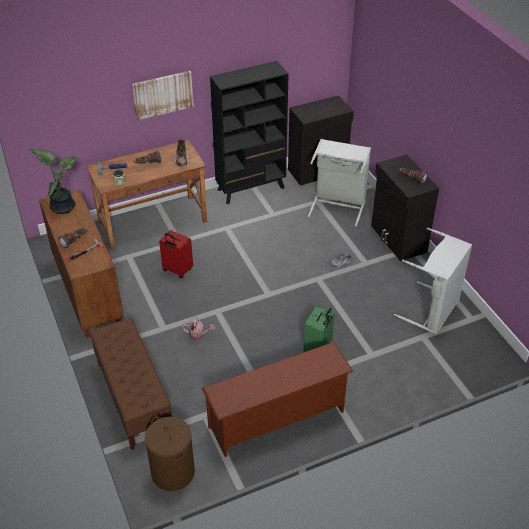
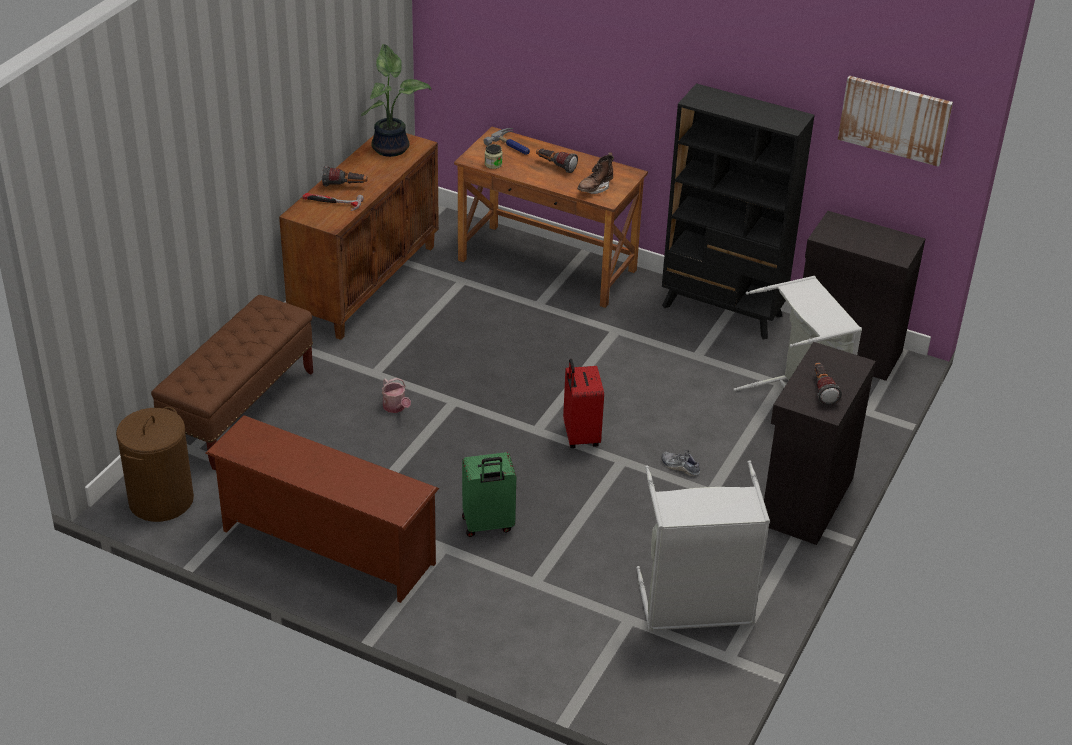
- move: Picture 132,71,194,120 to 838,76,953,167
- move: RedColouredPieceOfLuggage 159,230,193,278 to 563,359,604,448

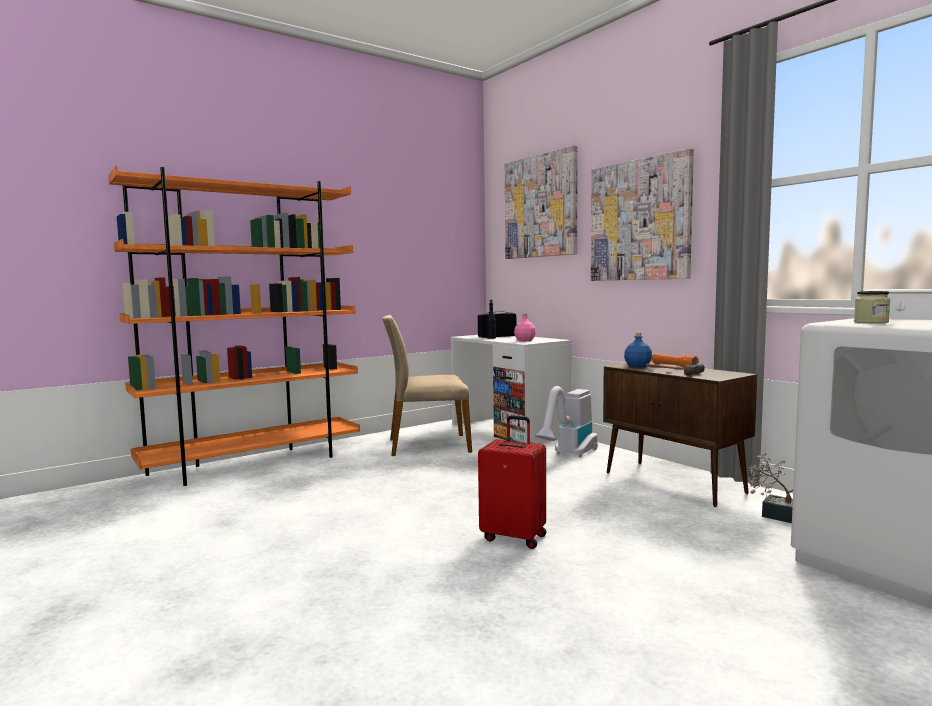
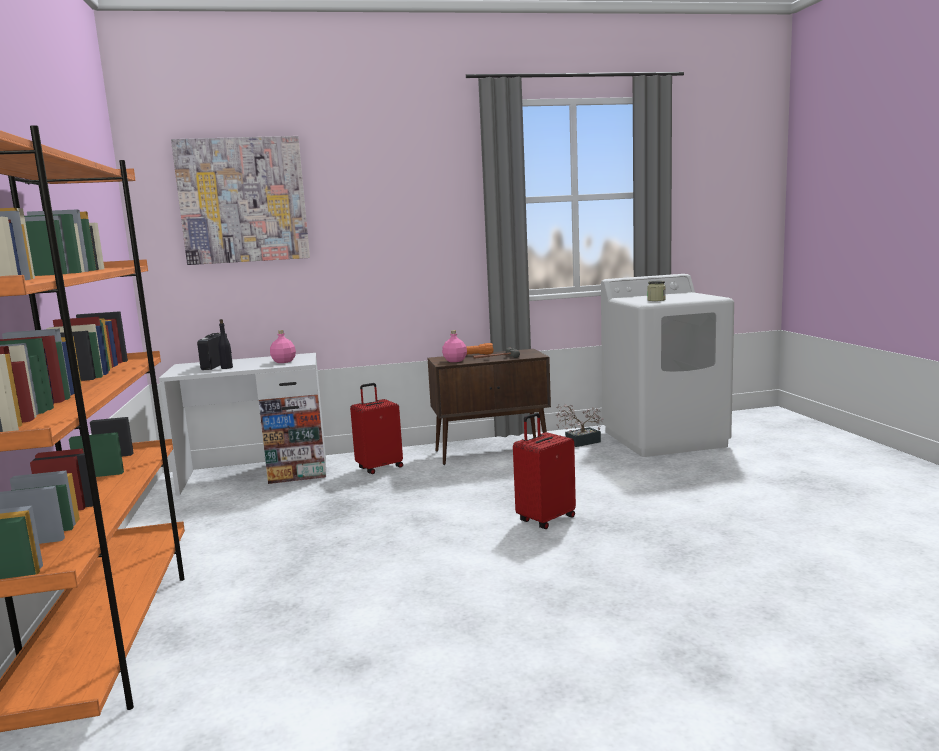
- delete: Picture 591,148,694,281
- delete: BeigeUprightChair 382,315,472,456
- recolor: BlueBeverageBottle 624,332,652,368 to PinkColouredBeverageBottle 442,330,467,362
- replace: Hoover 535,386,597,457 to RedColouredPieceOfLuggage 350,383,403,474

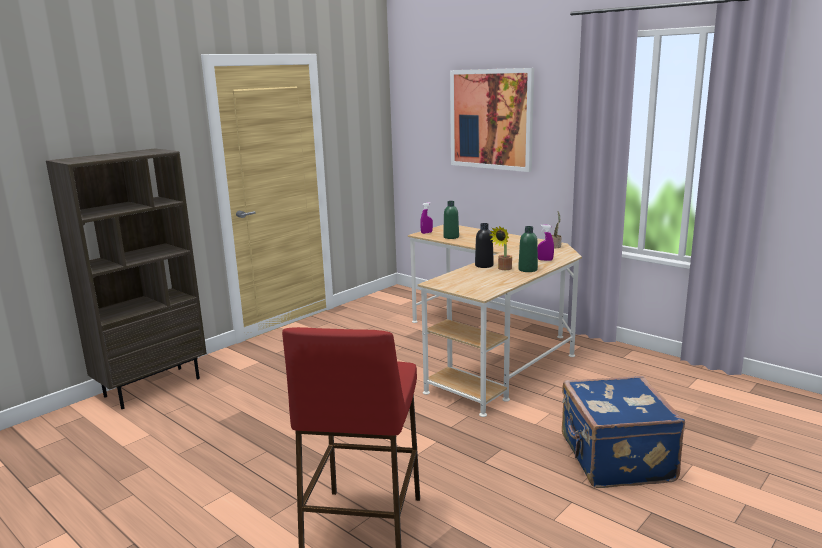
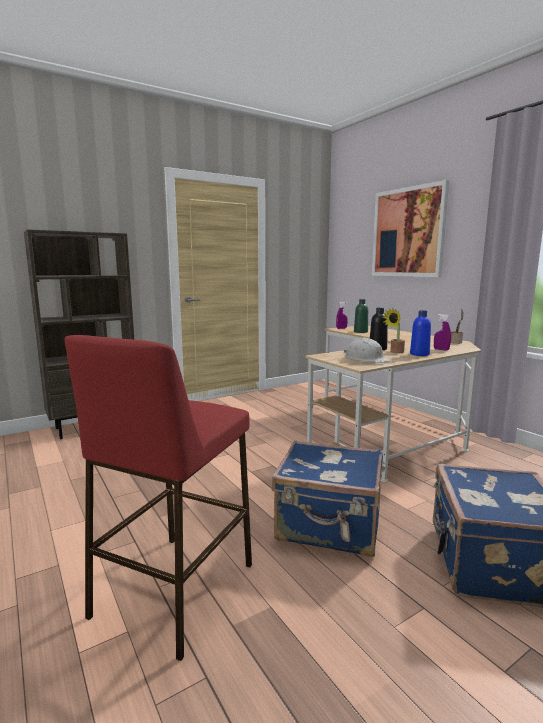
- recolor: GreenishBeverageBottle 518,226,538,272 to BlueBeverageBottle 410,310,431,356
- insert: WhiteHardHat 344,338,391,363
- insert: BluePieceOfLuggage 272,440,383,557

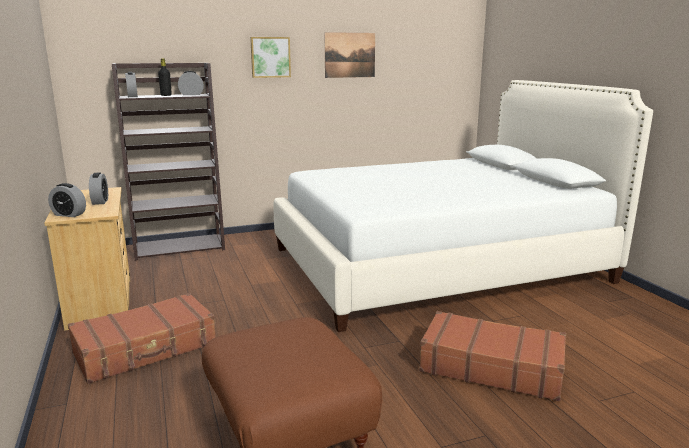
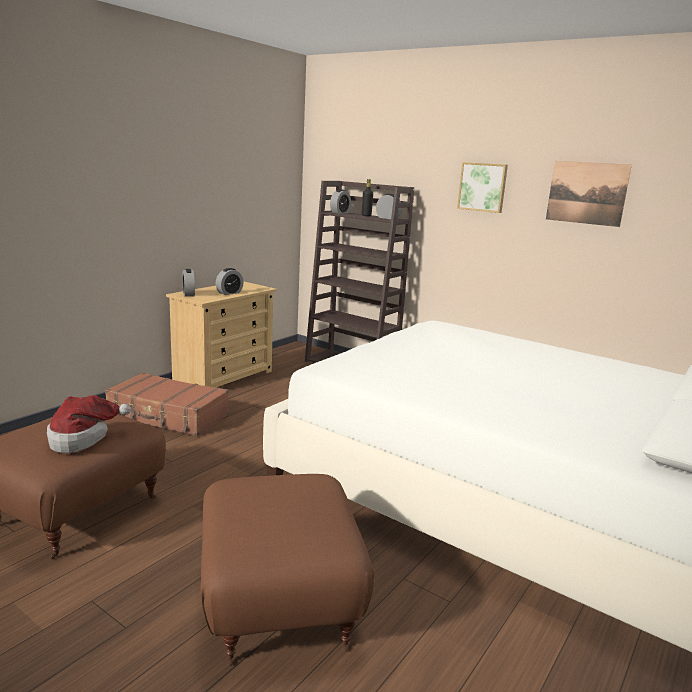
- replace: BrownPieceOfLuggage 419,311,566,401 to BrownFootrest 200,474,374,666
- insert: ClothingHat 47,395,131,453

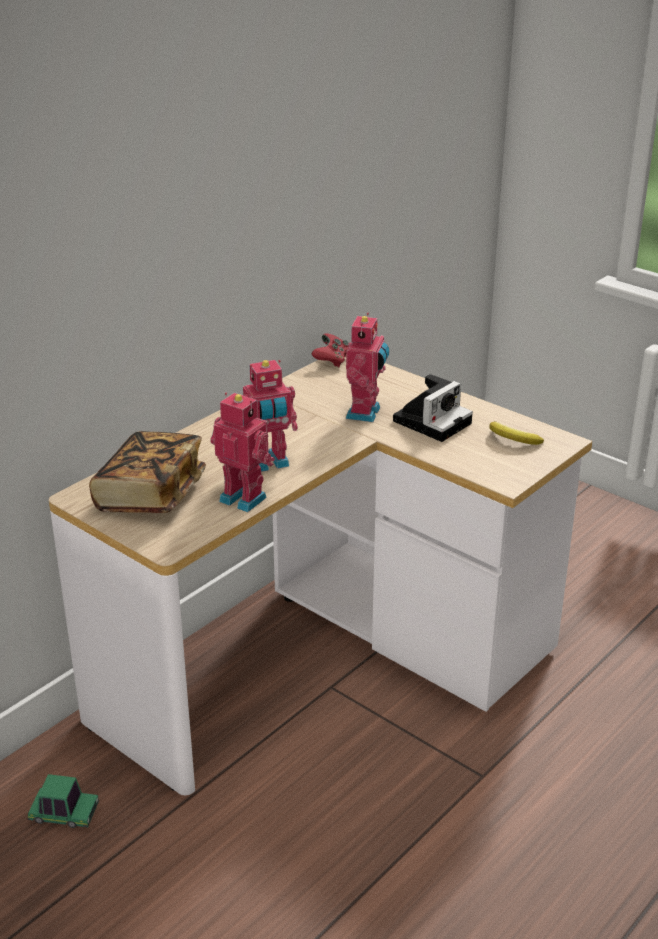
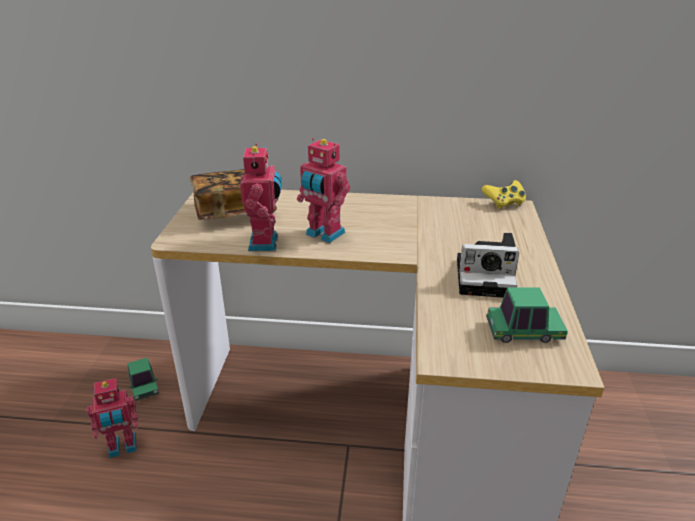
- move: ModelRobot 346,313,389,422 to 86,378,138,458
- recolor: RedColouredGamepad 312,333,349,367 to YellowishGamepad 482,180,526,210
- replace: Banana 490,421,544,445 to ToyCar 486,287,568,343

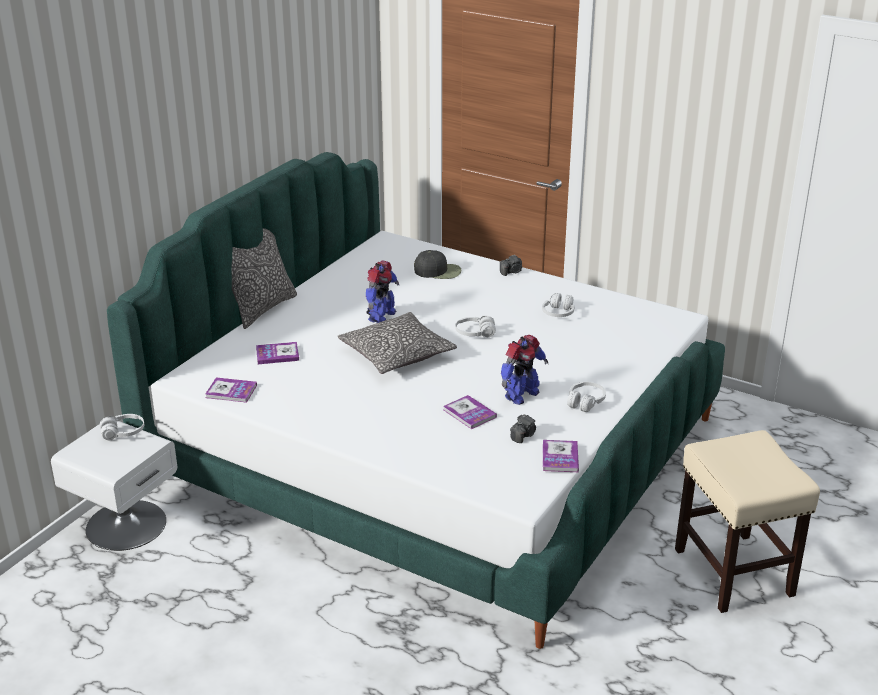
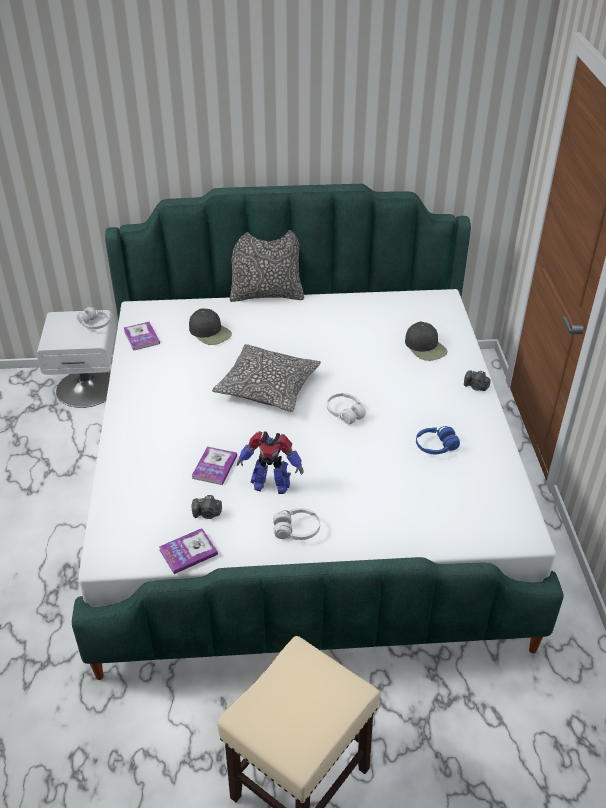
- delete: ModelRobot 366,260,399,323
- recolor: WhiteHeadphones 542,293,575,317 to BlueHeadphones 416,426,460,454
- replace: Volume 256,342,299,364 to BlackPeakedCap 189,308,232,345

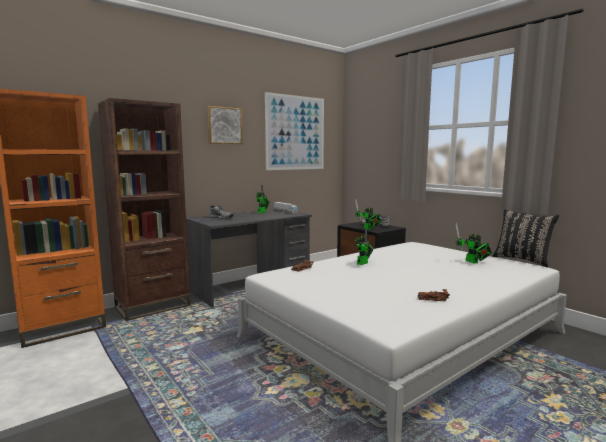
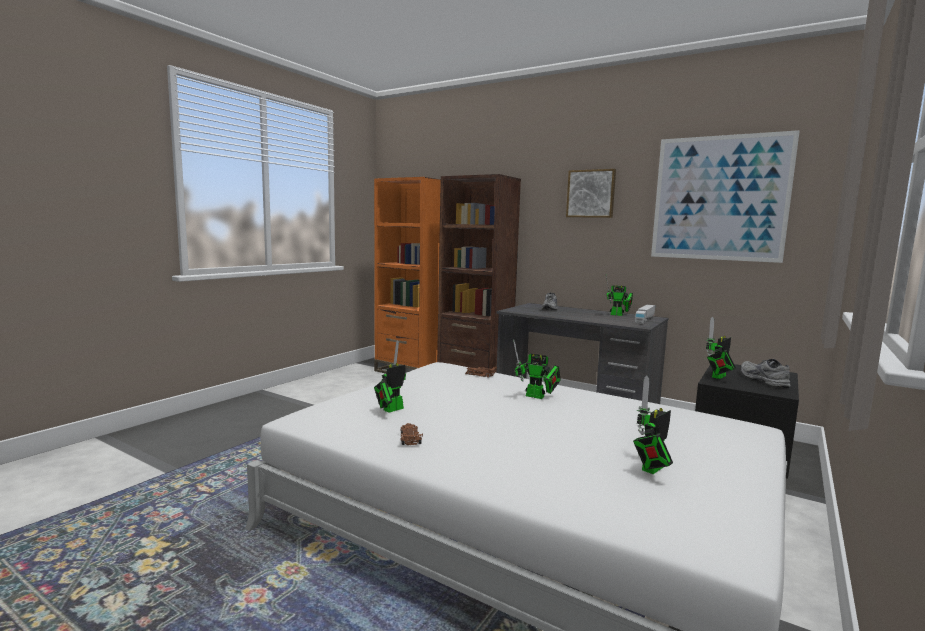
- delete: BlackPillow 493,209,559,267
- insert: ModelRobot 374,340,406,413

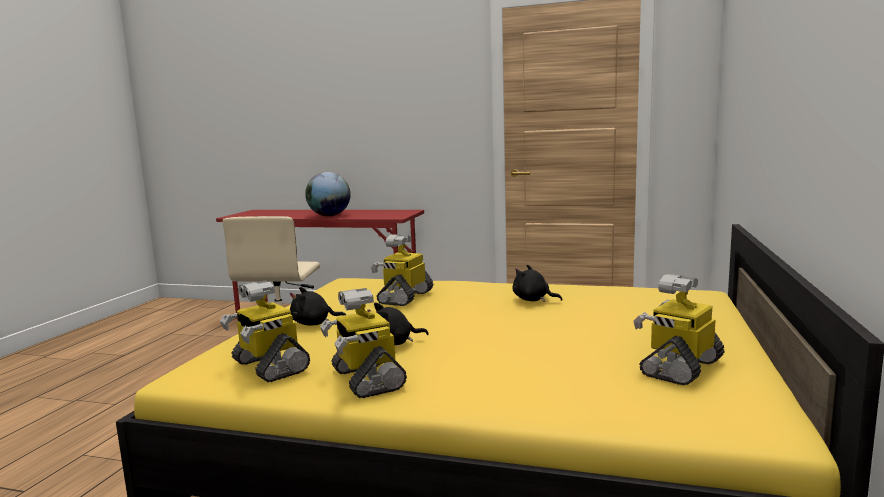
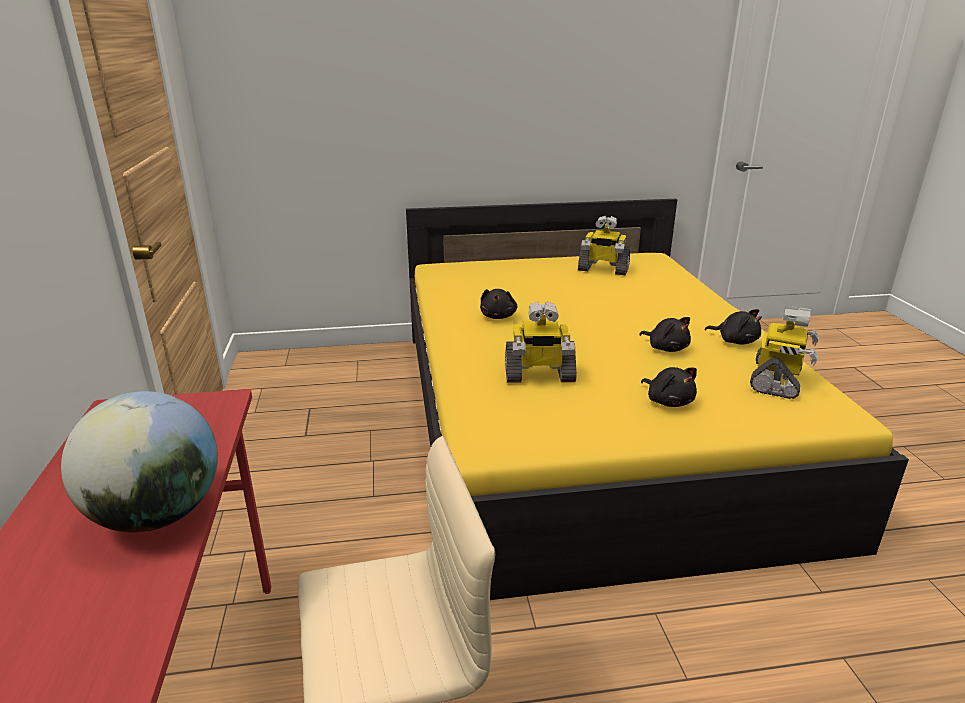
- replace: ModelRobot 320,288,407,398 to BlackSoftToy 705,309,762,344

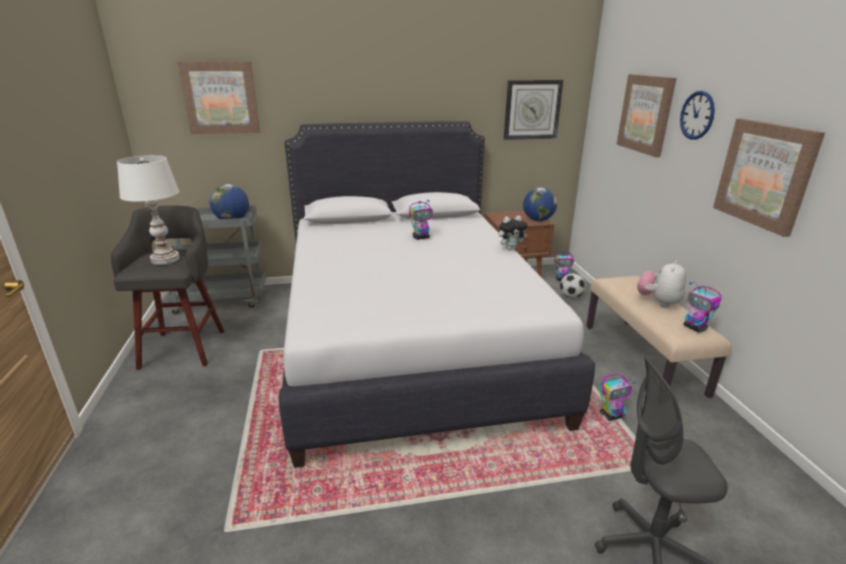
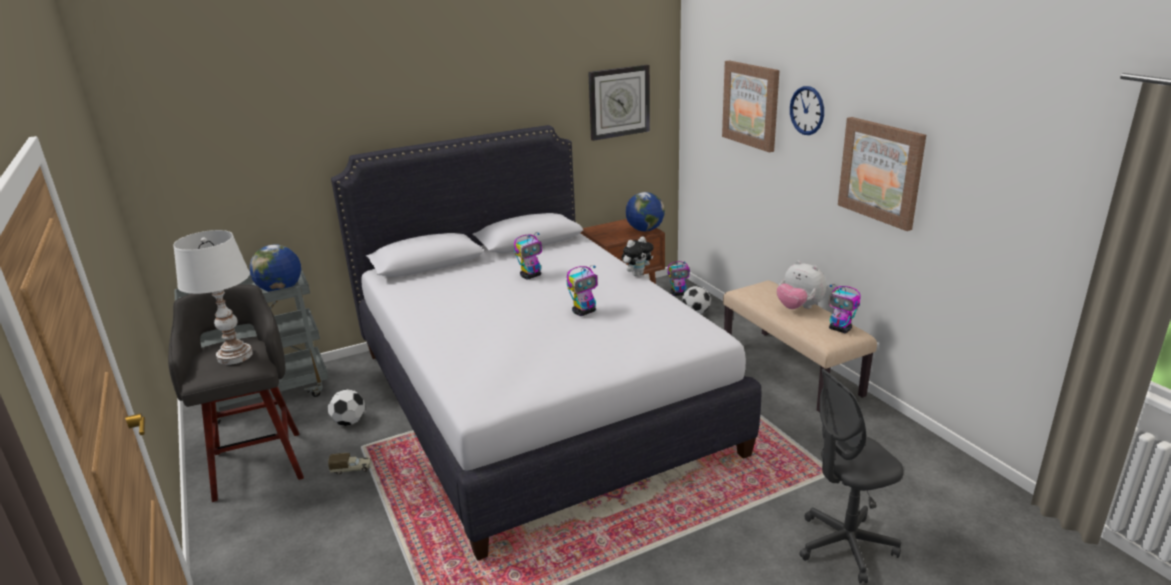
- delete: Picture 177,62,260,134
- rotate: SoftToy 637,261,686,308 = 777,261,826,309 60 degrees counterclockwise
- move: ModelRobot 599,374,635,421 to 567,265,597,316
- insert: BallForFootball 328,389,365,426
- insert: ToyTruck 328,453,372,475

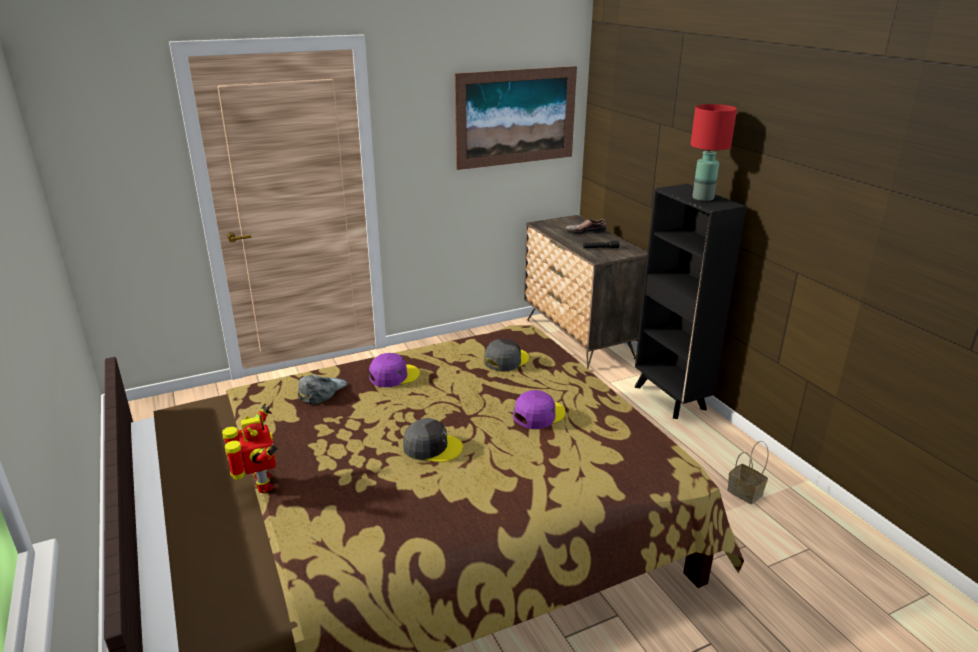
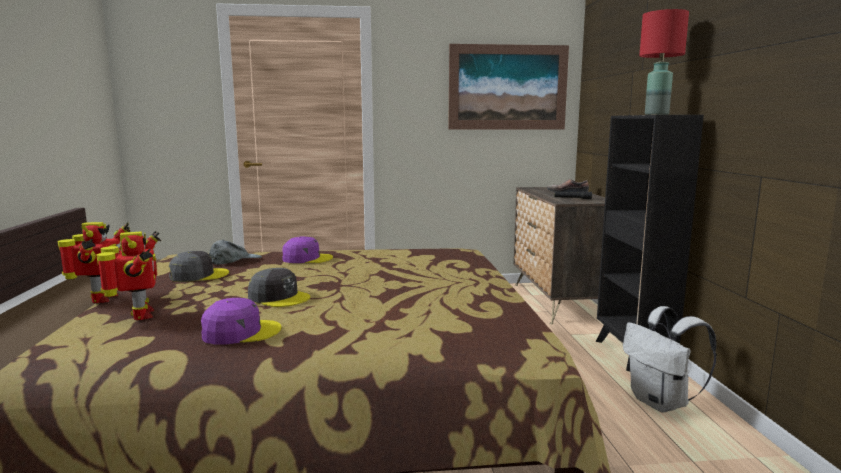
- move: GreyPeakedCap 484,339,529,372 to 169,251,229,282
- move: PurplishPeakedCap 513,390,566,429 to 201,298,282,344
- delete: StorageBasket 727,441,769,504
- insert: ModelRobot 97,231,161,320
- insert: WhiteBackpack 623,306,717,412

